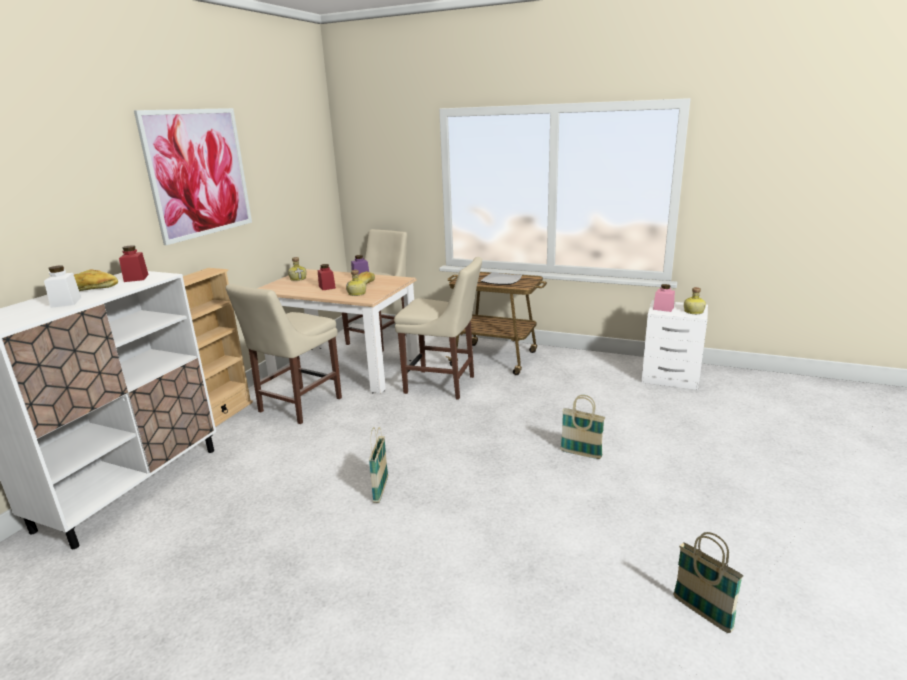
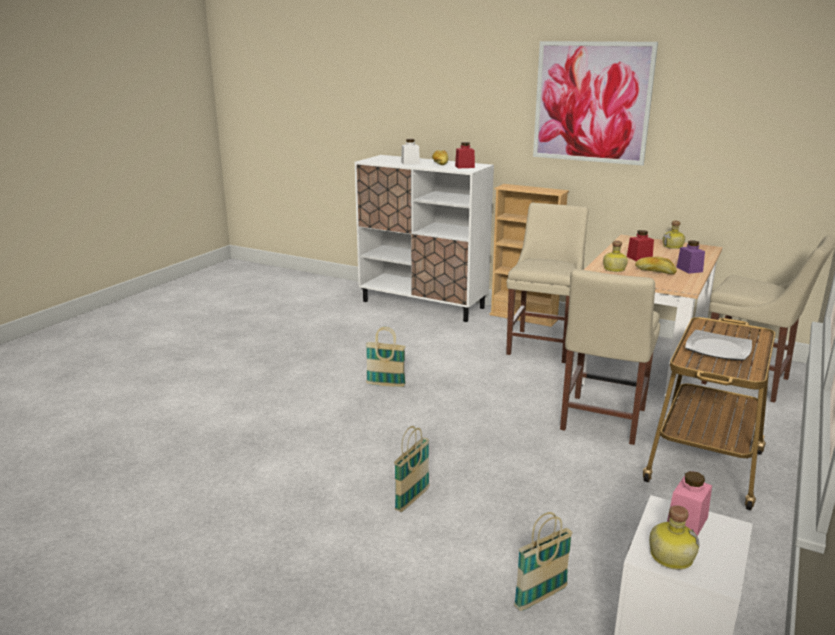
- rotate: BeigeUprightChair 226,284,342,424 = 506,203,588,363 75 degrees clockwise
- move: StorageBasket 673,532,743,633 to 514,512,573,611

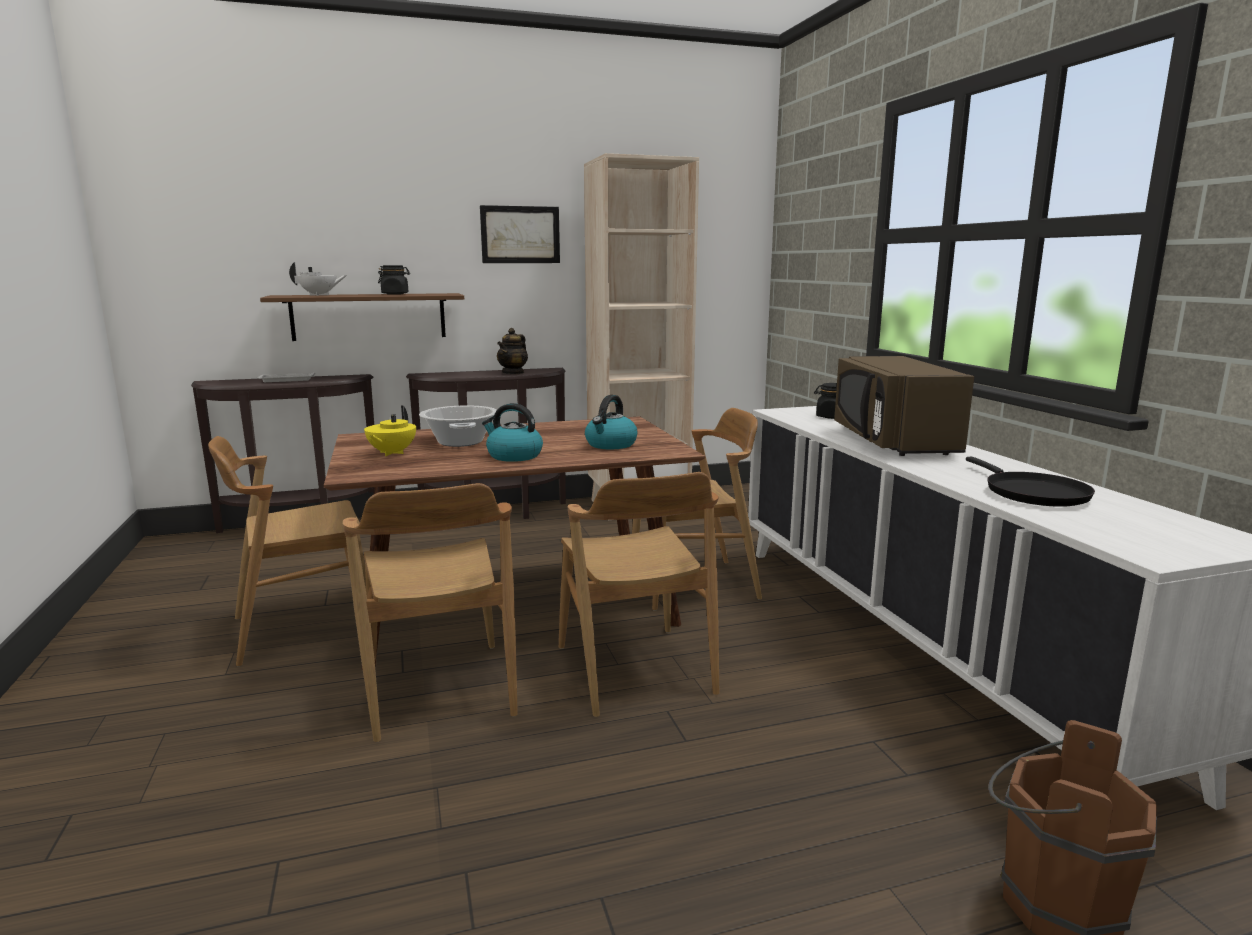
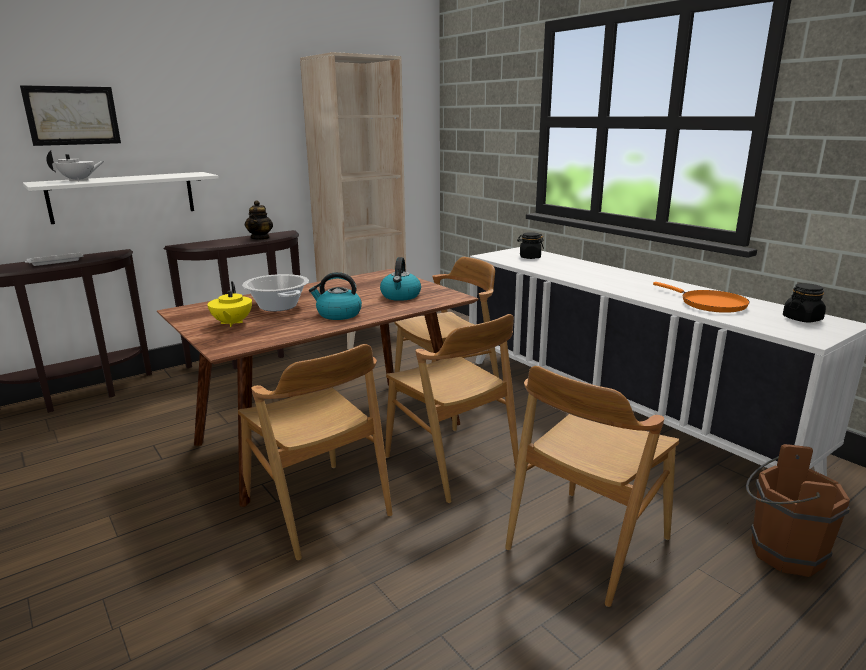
- move: Picture 480,205,560,263 to 20,85,121,146
- move: BlackStorageJar 378,265,410,295 to 783,283,826,323
- recolor: BrownBracketShelf 260,293,464,341 to WhiteBracketShelf 23,172,219,224
- delete: BrownMicrowaveOven 834,356,974,456
- move: BrownUprightChair 208,436,366,666 to 505,366,679,607
- recolor: BlackSkillet 966,457,1095,507 to OrangeSkillet 653,282,750,313

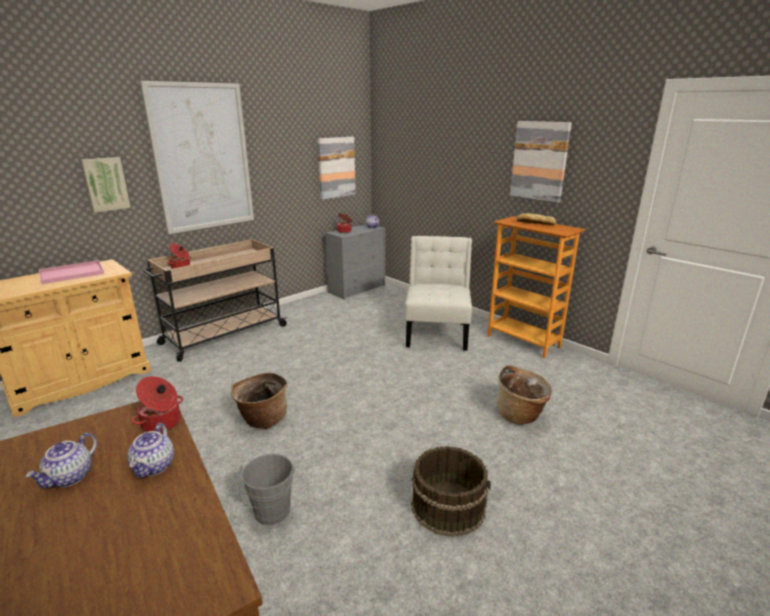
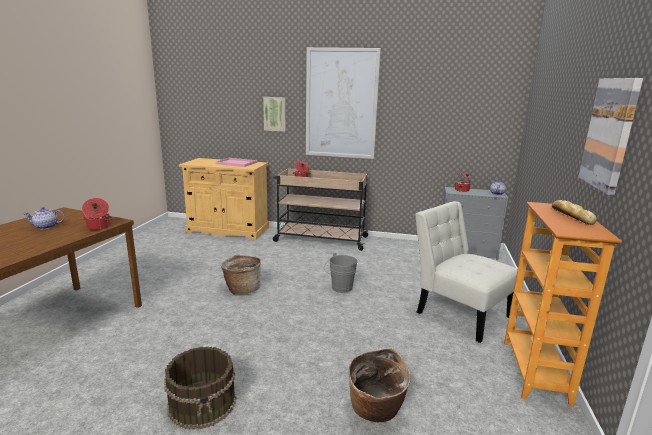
- delete: Picture 317,137,356,200
- rotate: WhiteUprightChair 405,236,472,351 = 415,201,518,343 105 degrees counterclockwise
- delete: PotForTea 127,423,174,478
- move: GreyBucket 239,453,295,526 to 324,253,358,293

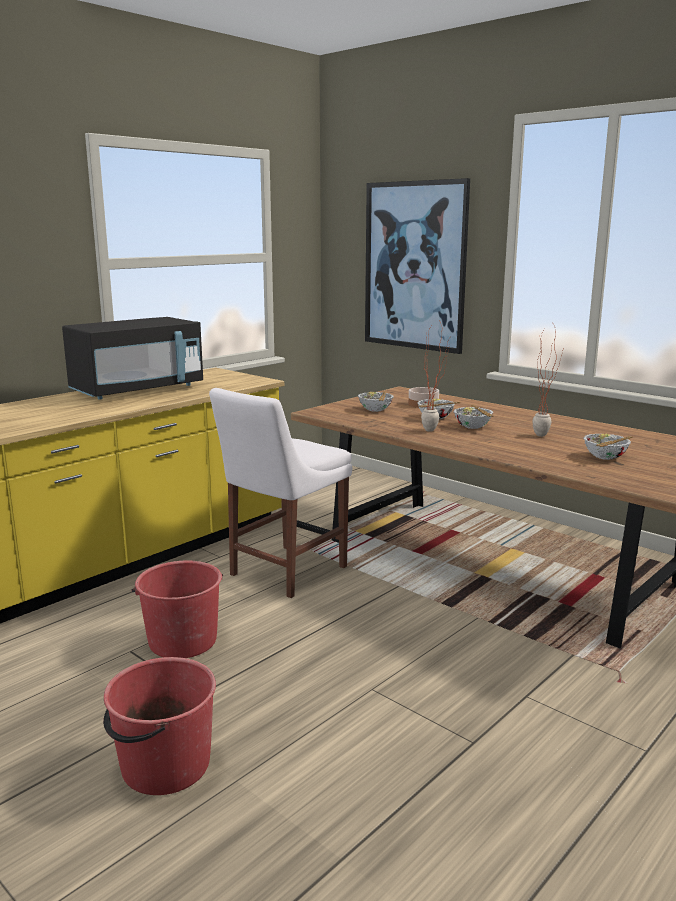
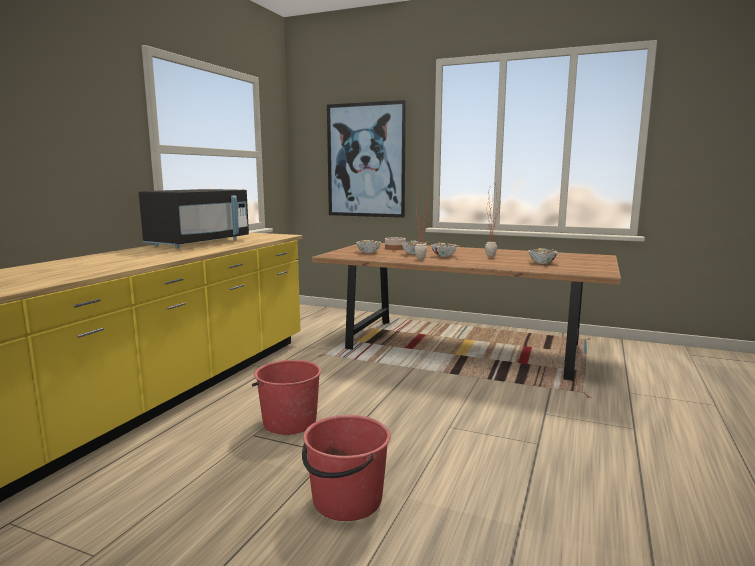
- delete: WhiteUprightChair 209,388,353,598

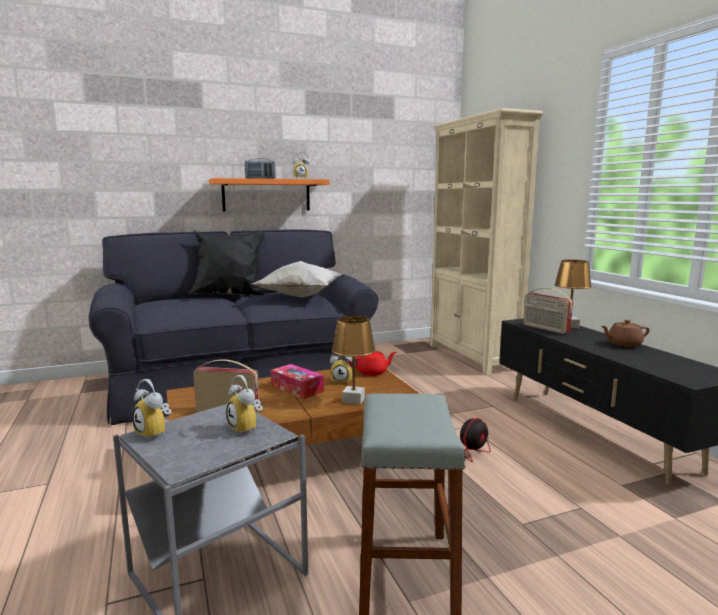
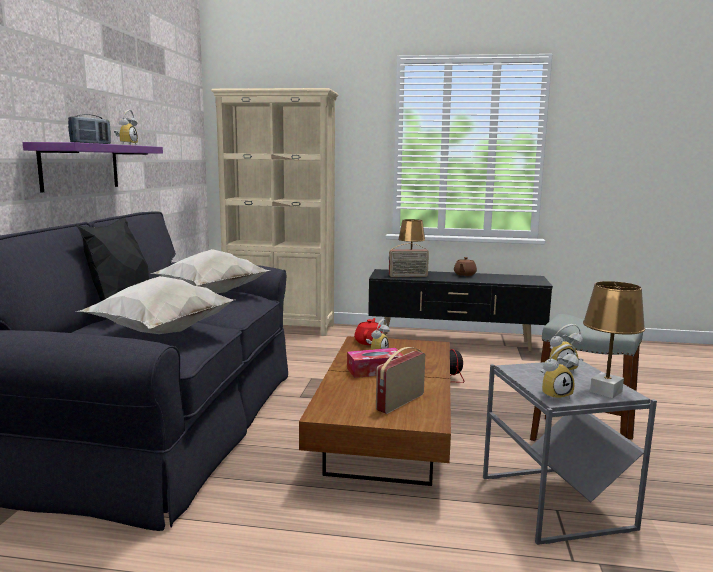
- recolor: OrangeBracketShelf 209,178,330,211 to PurplishBracketShelf 23,142,163,192
- move: BrownTabletopLamp 332,316,375,405 to 583,281,645,398
- insert: WhitePillow 78,276,235,334

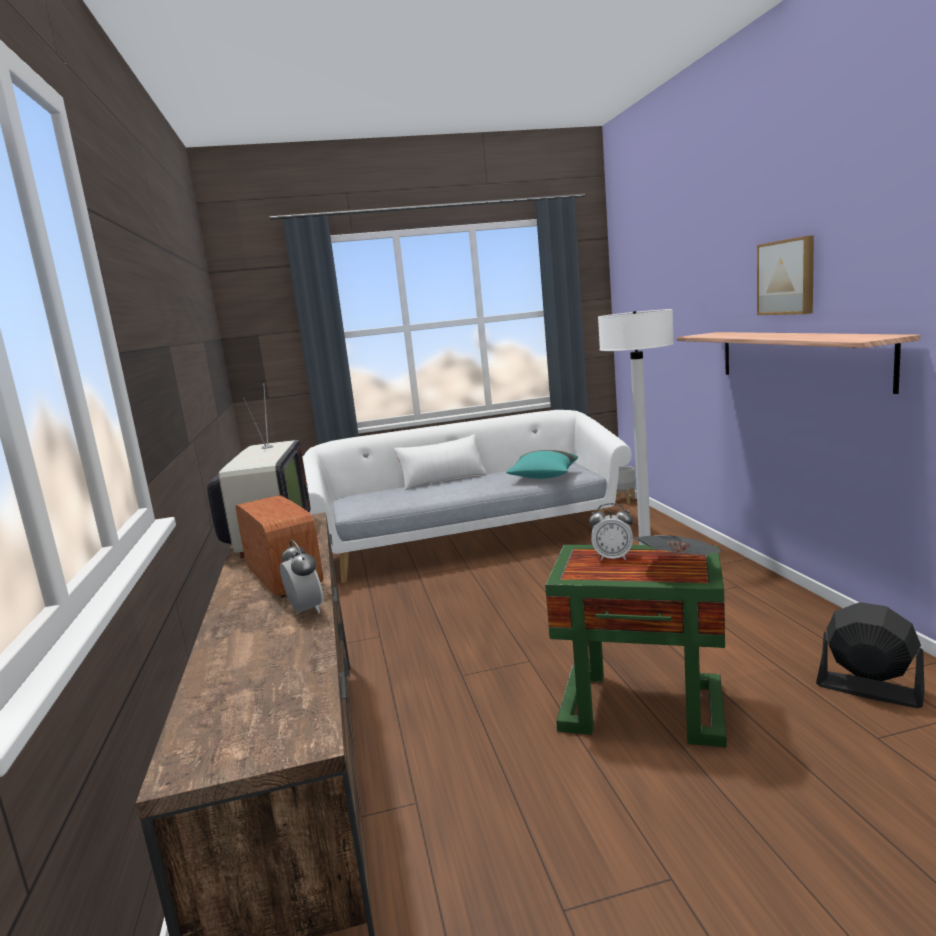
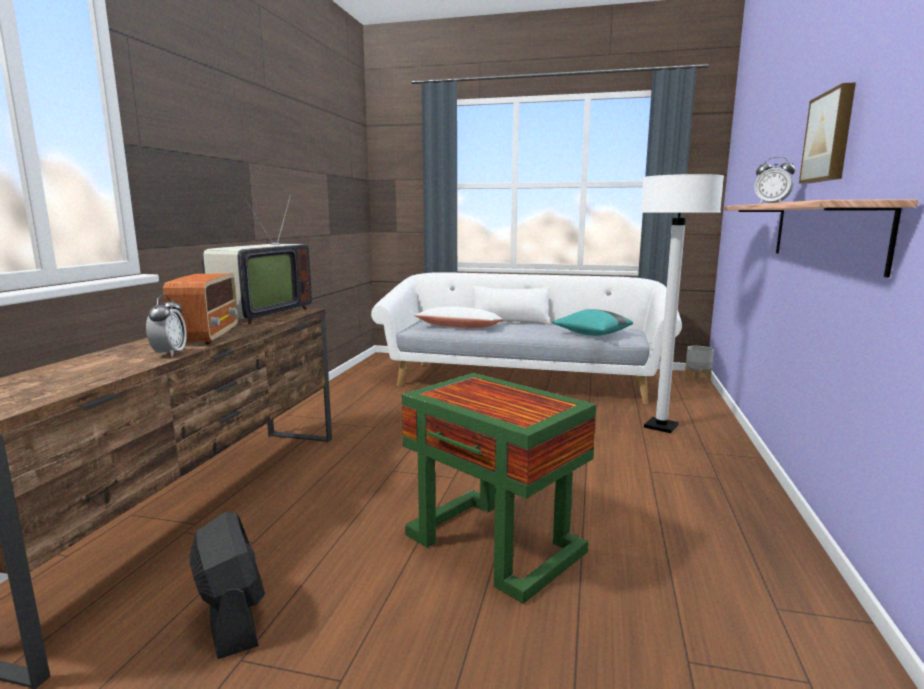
- move: BedsideClock 589,503,633,561 to 754,157,795,204
- delete: DailyPaper 633,535,722,555
- move: BlackFan 816,602,925,708 to 189,512,265,659
- insert: WhitePillow 414,307,504,328

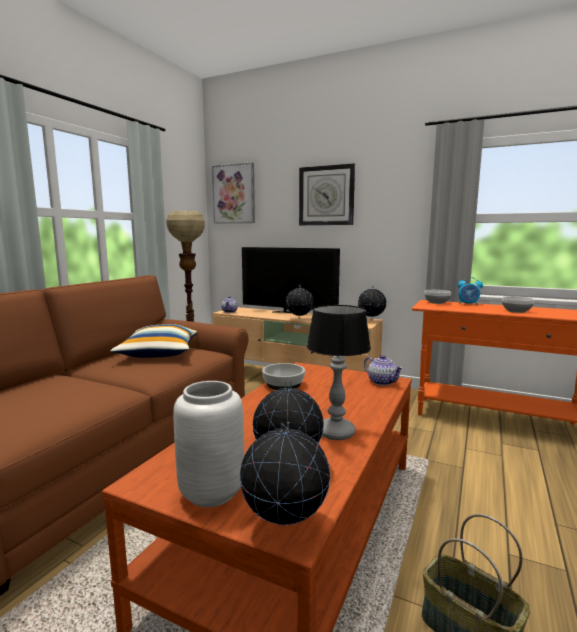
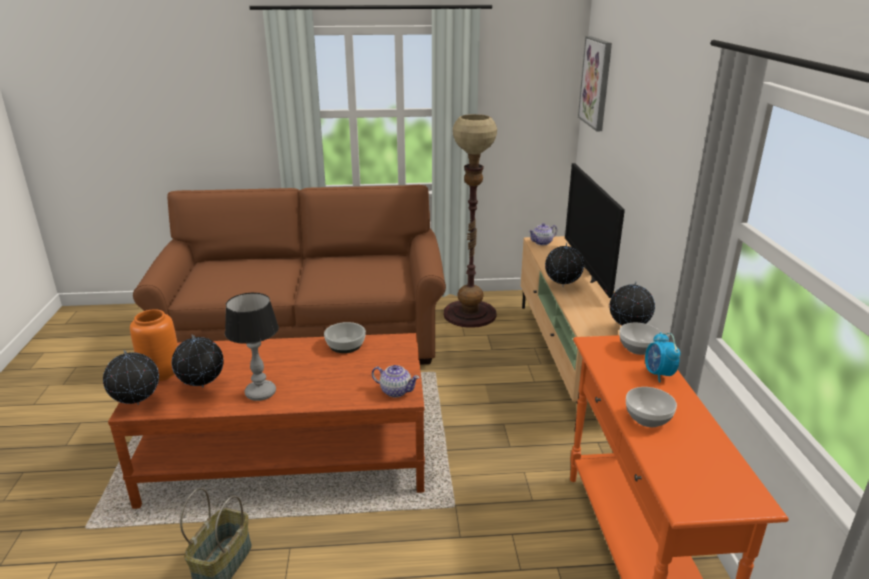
- delete: ClockOnTheWall 299,163,355,225
- delete: Pillow 110,324,198,358
- rotate: PotForTea 364,355,403,386 = 372,365,420,397 90 degrees counterclockwise
- recolor: GreyVase 174,381,244,507 to OrangeVase 130,309,178,381

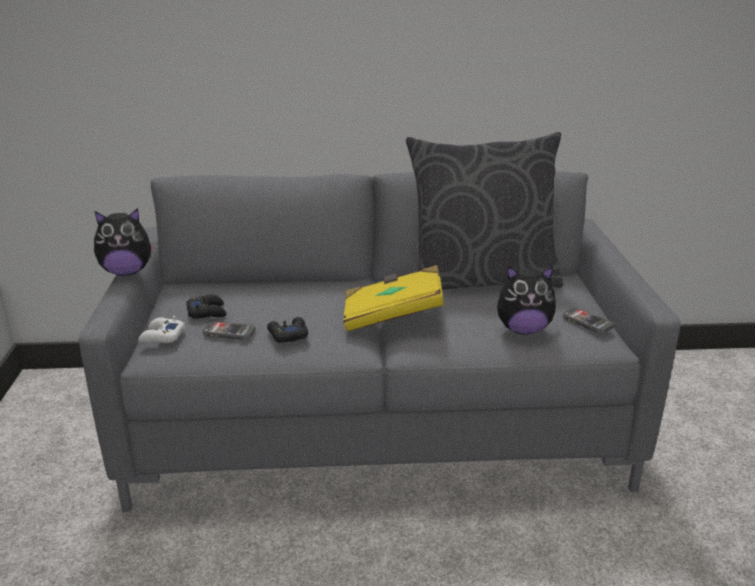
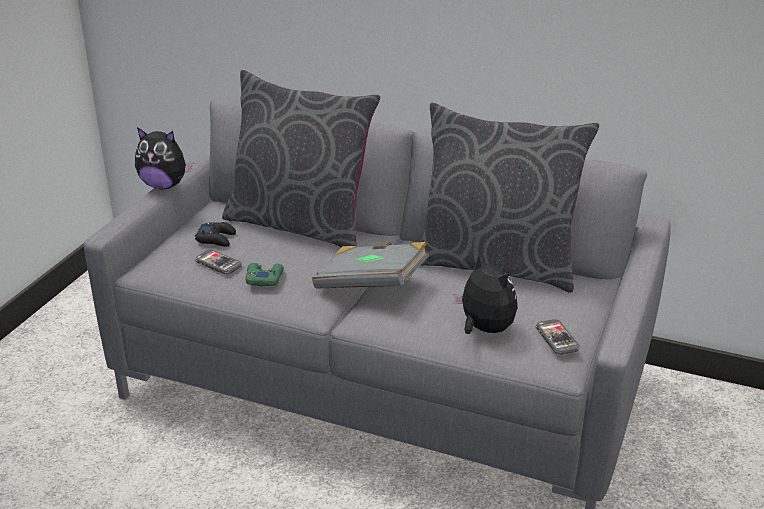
- recolor: YellowishVolume 343,265,444,331 to GreyVolume 312,241,429,289
- rotate: SoftToy 497,266,557,335 = 453,253,518,334 150 degrees counterclockwise
- delete: WhiteGamepad 138,316,185,343
- recolor: BlackGamepad 267,317,308,343 to GreenishGamepad 245,263,284,286
- insert: GreyPillow 222,70,380,247

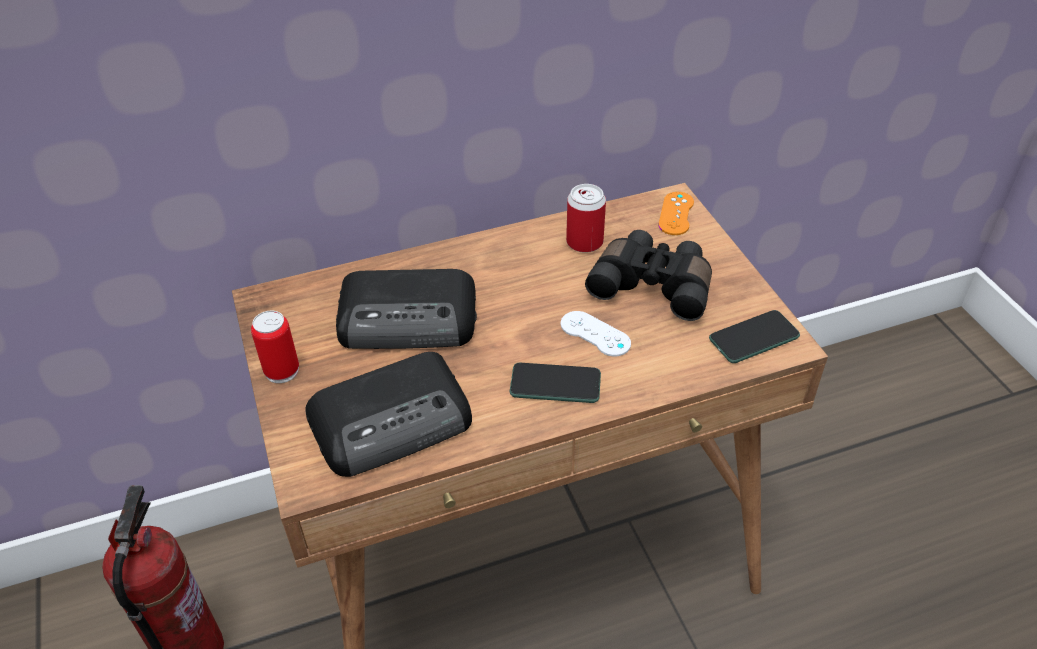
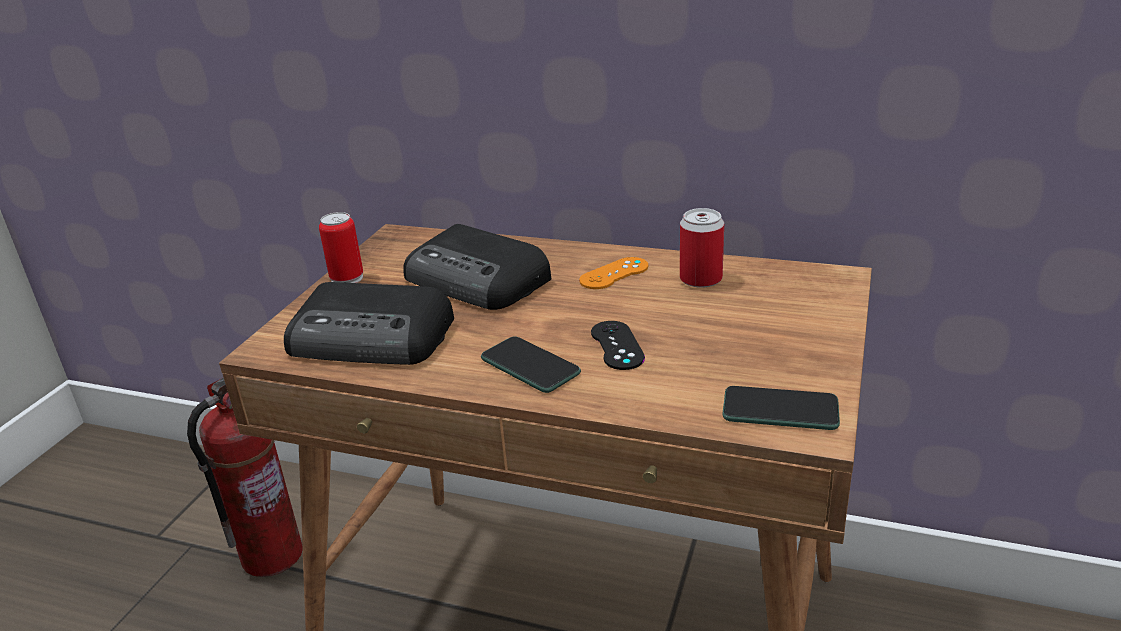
- move: OrangeGamepad 659,192,694,235 to 579,257,648,289
- delete: BlackFieldGlasses 585,230,712,321
- recolor: WhiteGamepad 561,311,631,356 to BlackGamepad 591,321,645,370

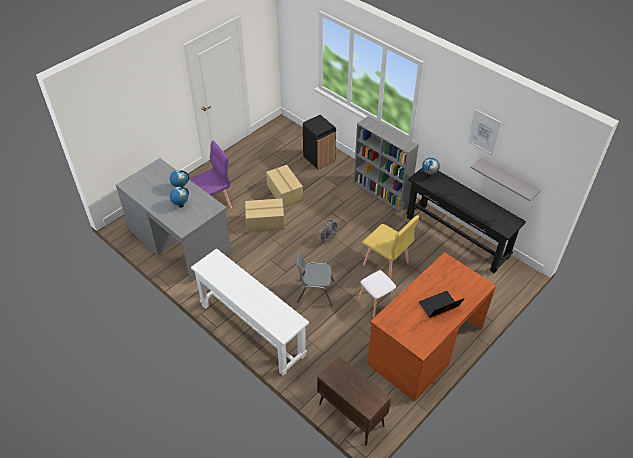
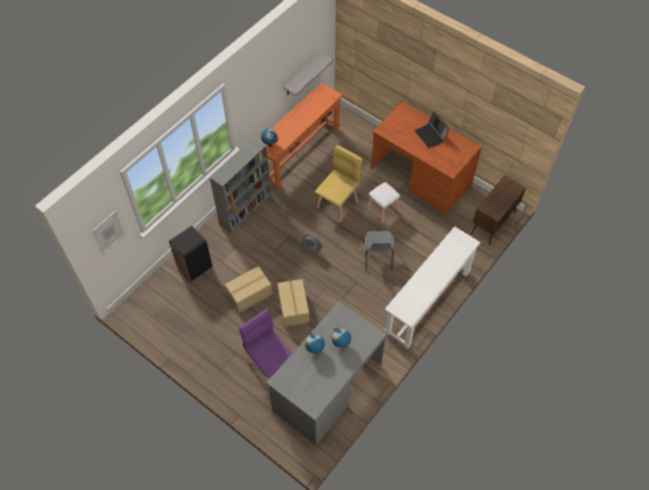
- move: Picture 468,109,502,156 to 92,210,126,255
- recolor: BlackConsoleTable 406,168,526,273 to OrangeConsoleTable 259,83,343,189

